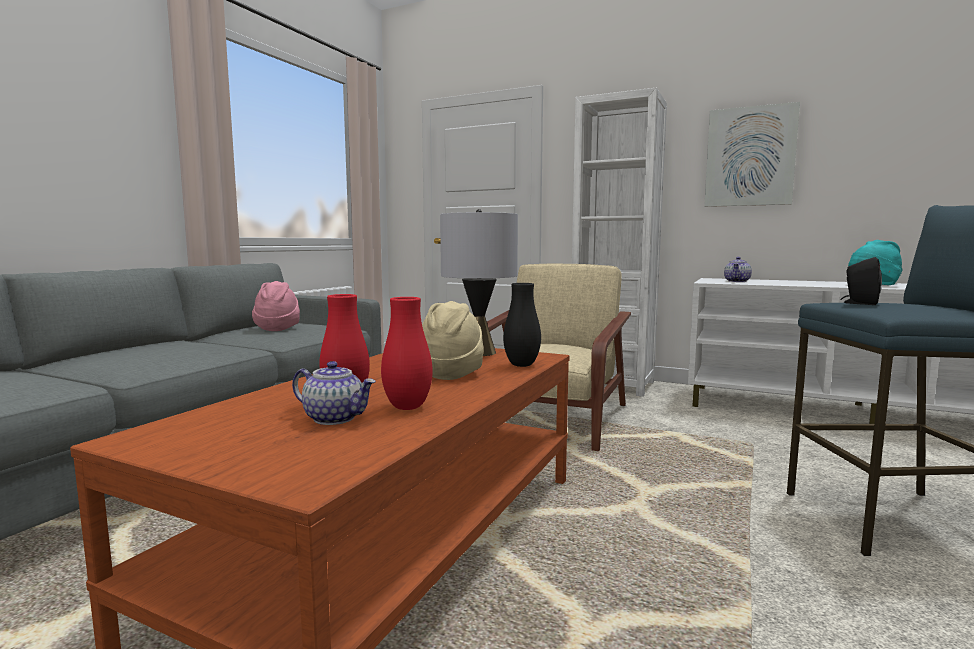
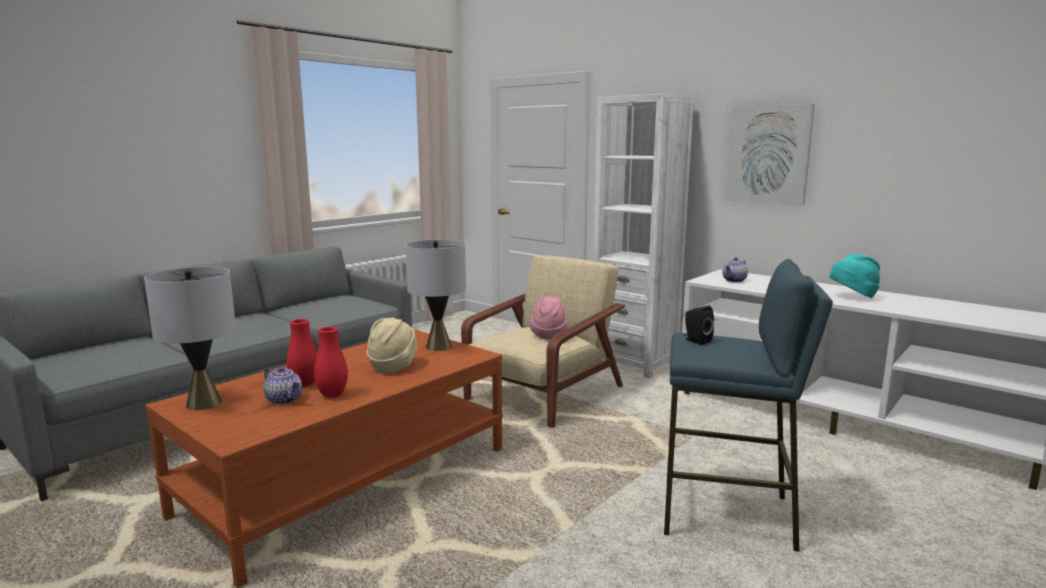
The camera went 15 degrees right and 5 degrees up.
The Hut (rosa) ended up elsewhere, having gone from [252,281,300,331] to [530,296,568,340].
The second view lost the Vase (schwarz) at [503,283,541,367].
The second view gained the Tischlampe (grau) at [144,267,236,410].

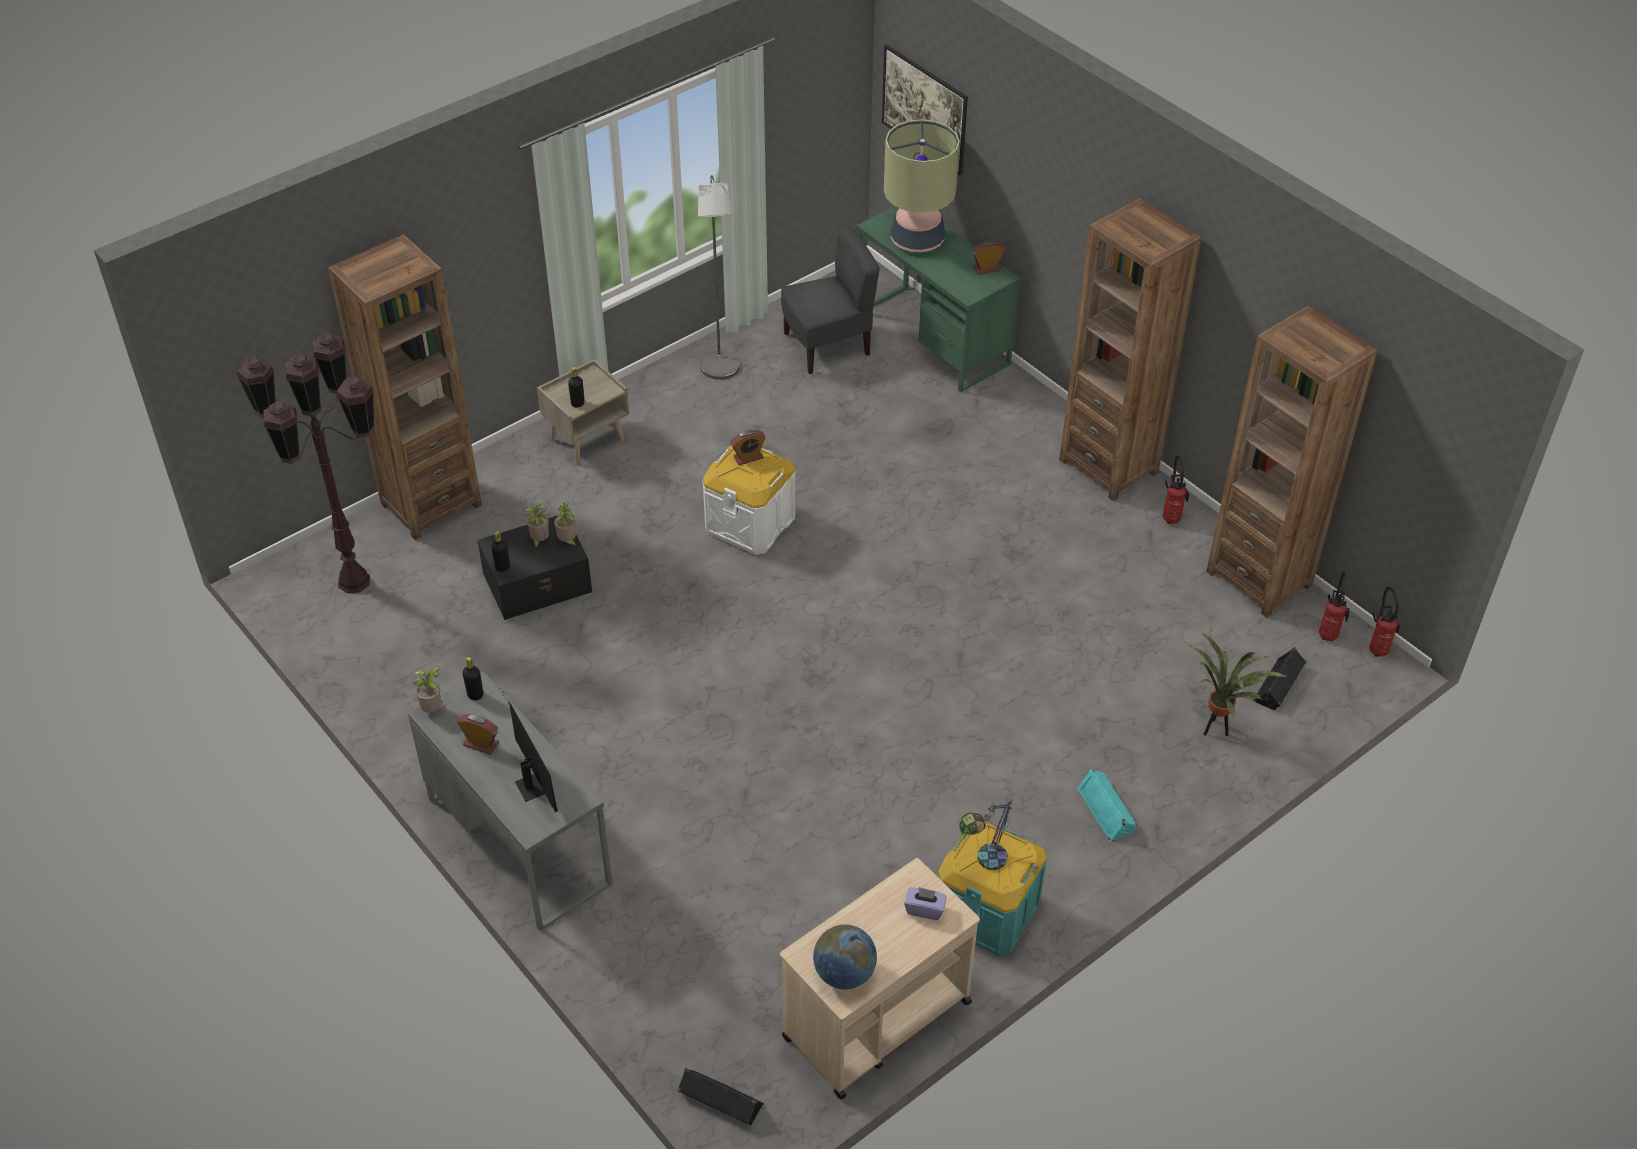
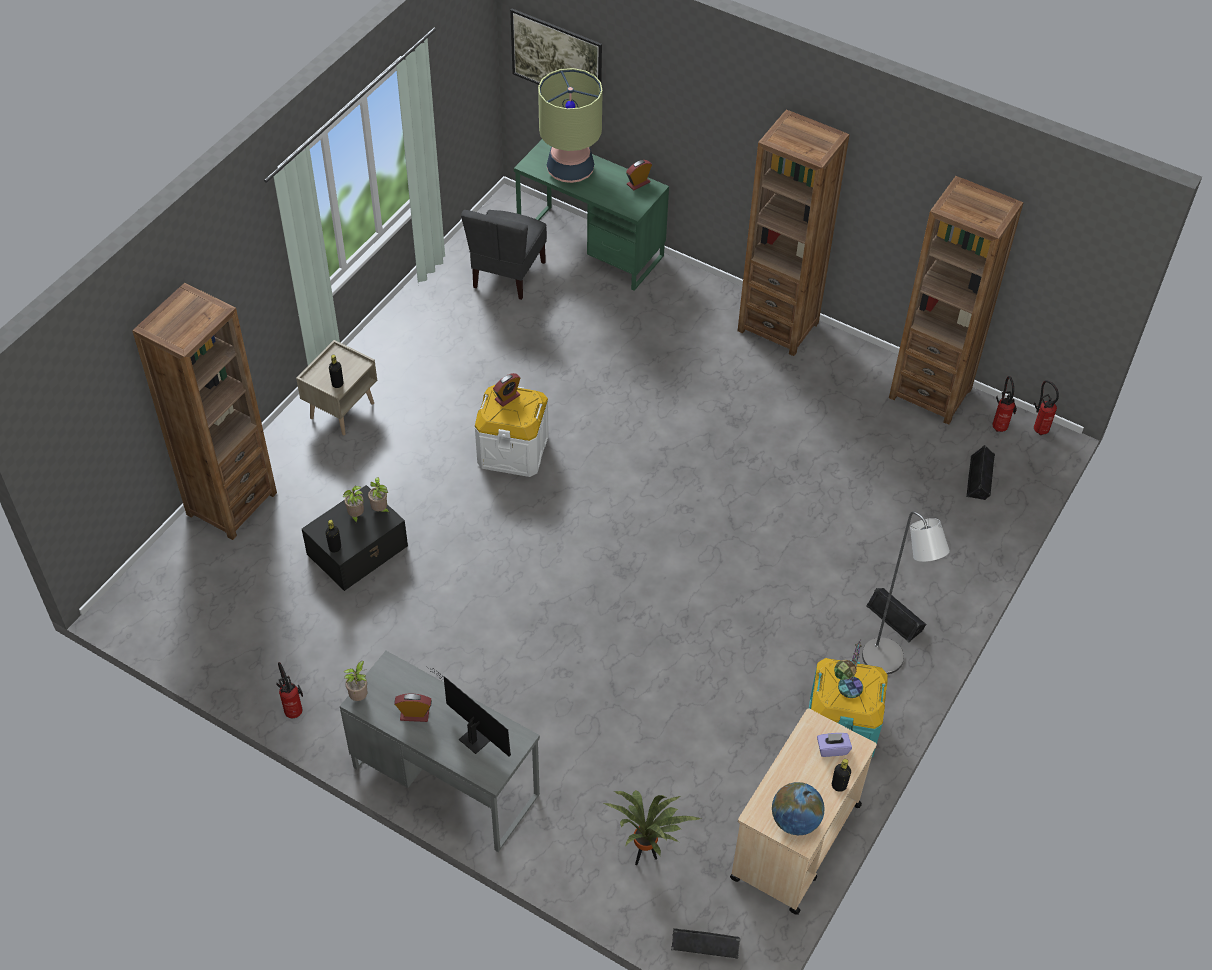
The camera went 20 degrees left and 5 degrees up.
The second view lost the Stehlampe (braun) at [237,333,375,593].
The Flasche (schwarz) ended up elsewhere, having gone from [462,657,483,700] to [832,759,851,792].
The Stehlampe (grau) ended up elsewhere, having gone from [698,175,740,380] to [862,511,950,674].
The Stuhl (grau) at [781,225,880,374] ended up facing another way, 150 degrees clockwise from before.
What was the Lautsprecher (türkis) at [1077,768,1138,842] turned into the Lautsprecher (schwarz) at [866,588,927,642].
The Feuerlöscher ended up elsewhere, having gone from [1163,455,1189,524] to [276,662,303,718].
The Topfpflanze ended up elsewhere, having gone from [1188,633,1287,736] to [604,790,701,865].

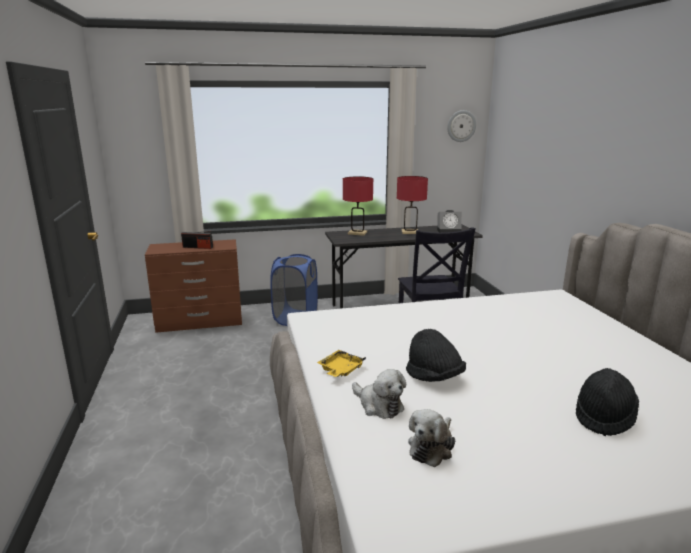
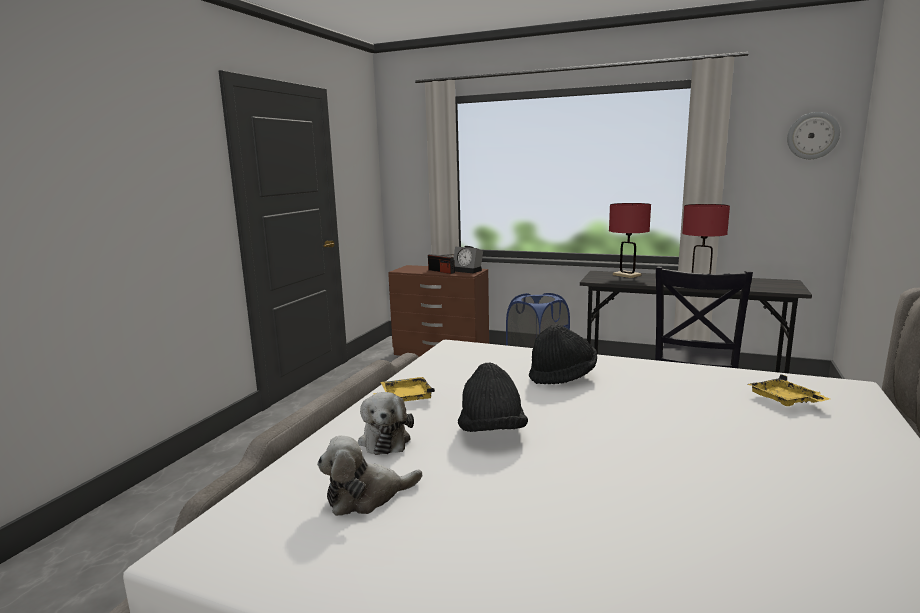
The camera went 35 degrees right and 5 degrees down.
The Wecker ended up elsewhere, having gone from [437,210,462,233] to [454,246,483,273].
The Hut (schwarz) ended up elsewhere, having gone from [576,368,639,436] to [529,324,597,384].
The second view gained the Tablett (gelb) at [748,374,830,406].

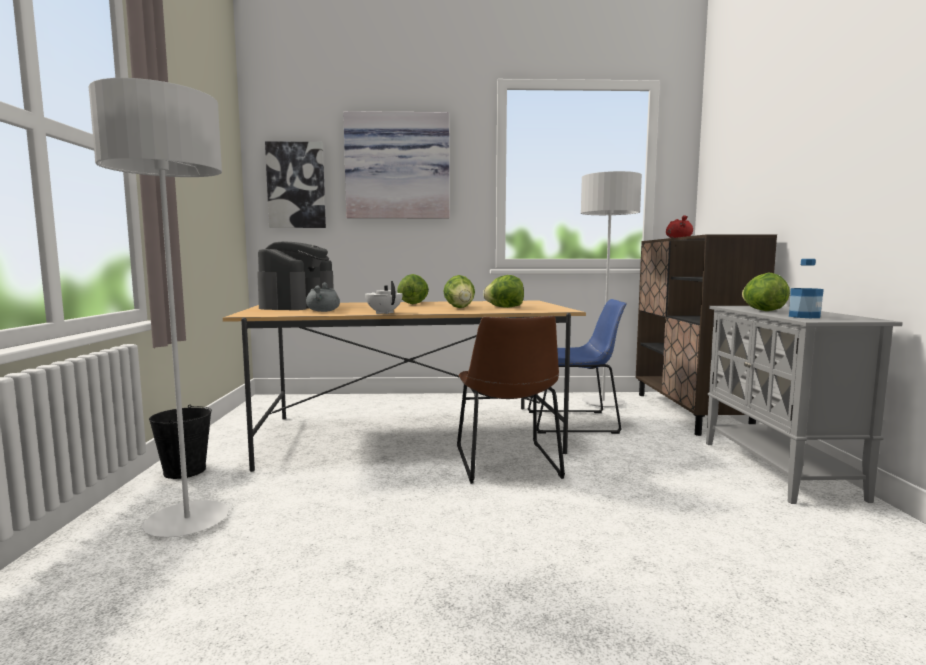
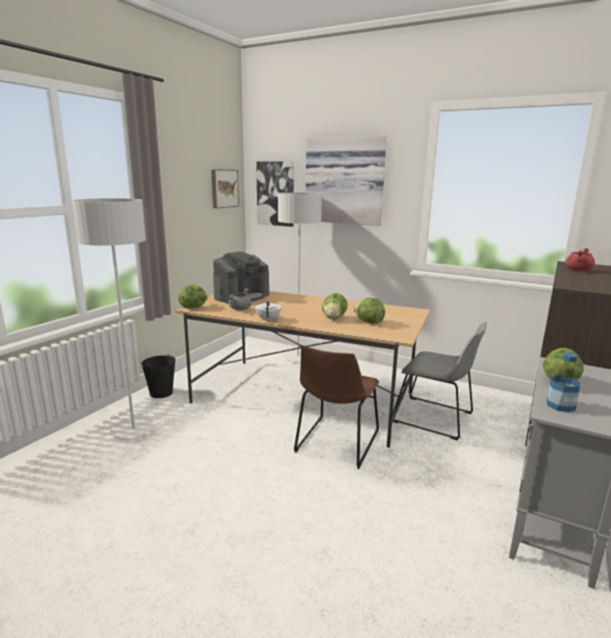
The camera went 30 degrees right and 10 degrees up.
The Salatkopf ended up elsewhere, having gone from [397,274,429,304] to [178,285,208,308].
What was the Stuhl (blau) at [528,299,627,434] turned into the Stuhl (grau) at [393,322,487,440].
The Stehlampe (grau) ended up elsewhere, having gone from [581,171,642,407] to [278,192,322,362].
The second view gained the Bild at [211,169,239,208].

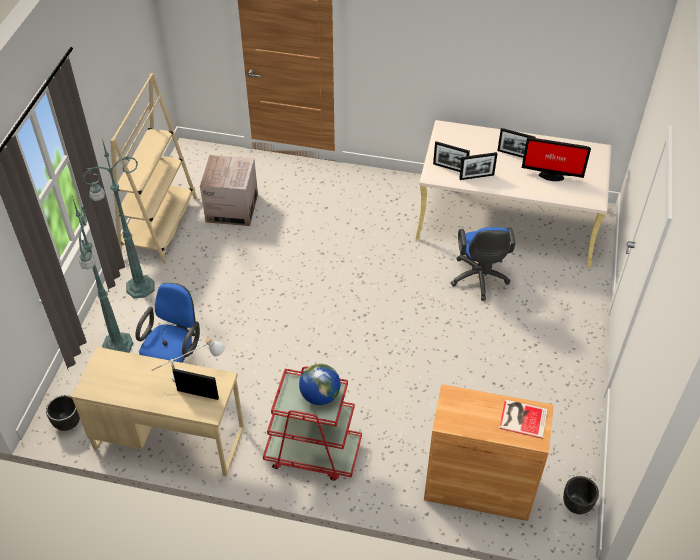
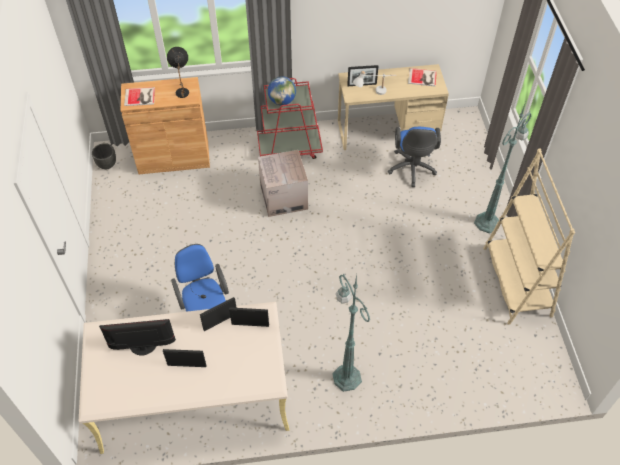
The camera went 160 degrees right and 5 degrees up.
The second view lost the Pflanzkübel (schwarz) at [46,395,80,431].
The Stehlampe (grün) ended up elsewhere, having gone from [72,196,133,353] to [332,274,370,392].
The Karton ended up elsewhere, having gone from [200,155,258,226] to [258,150,308,217].
The second view gained the Tischlampe (schwarz) at [167,47,189,98].
The second view gained the Buch at [408,68,437,87].

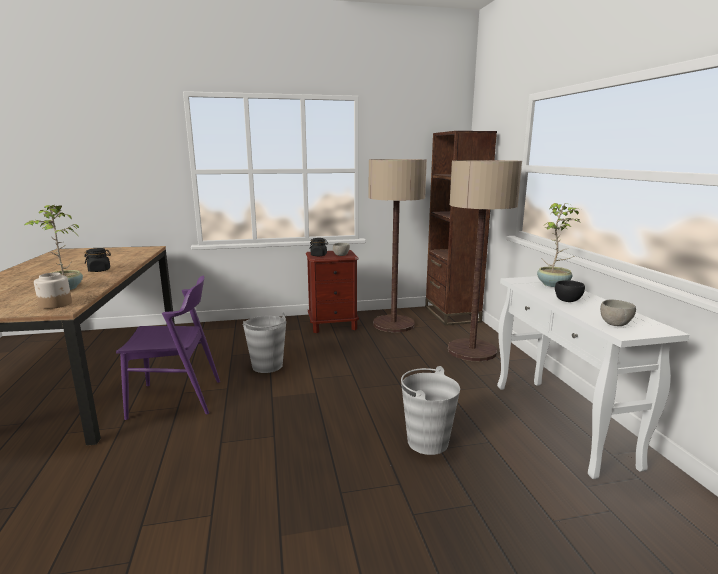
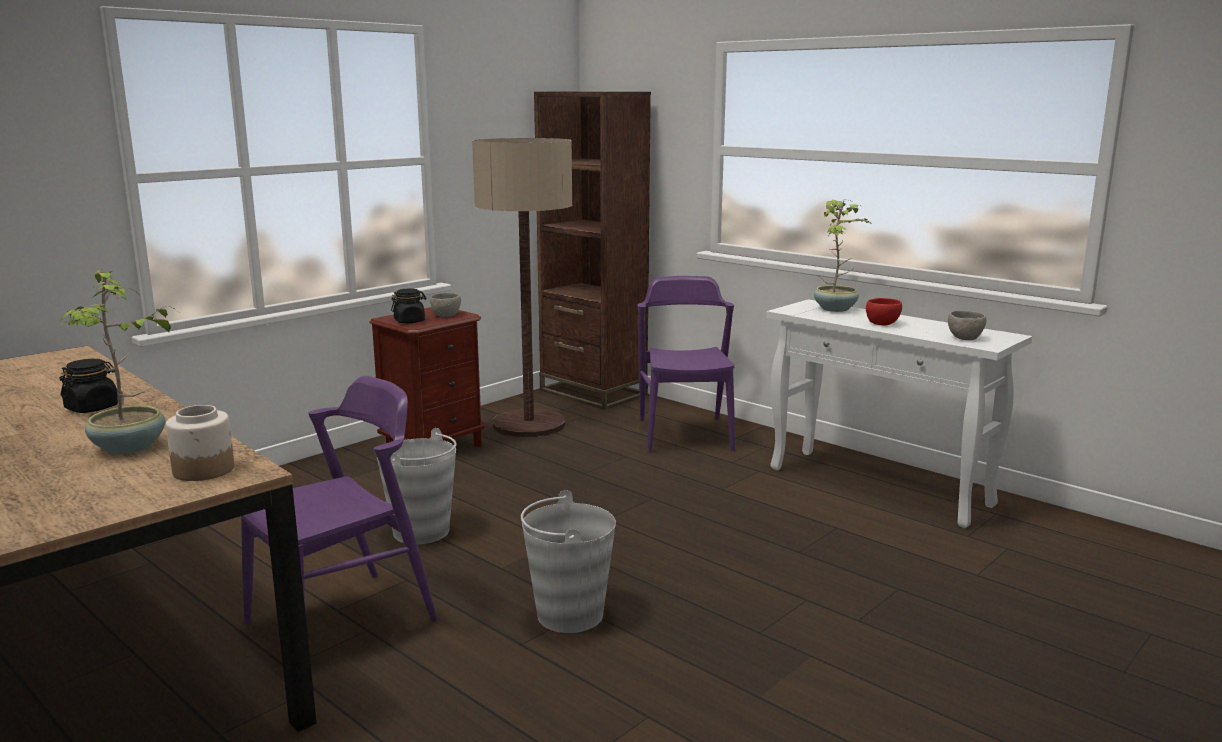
The camera went 35 degrees left and 0 degrees up.
The Eimer (grau) ended up elsewhere, having gone from [401,366,460,455] to [521,490,616,633].
Where the Stehlampe stood at [448,160,522,361], the Stuhl (lila) came to stand at [638,276,735,453].
What was the Schüssel (schwarz) at [555,280,585,302] turned into the Schüssel (rot) at [866,298,902,325].

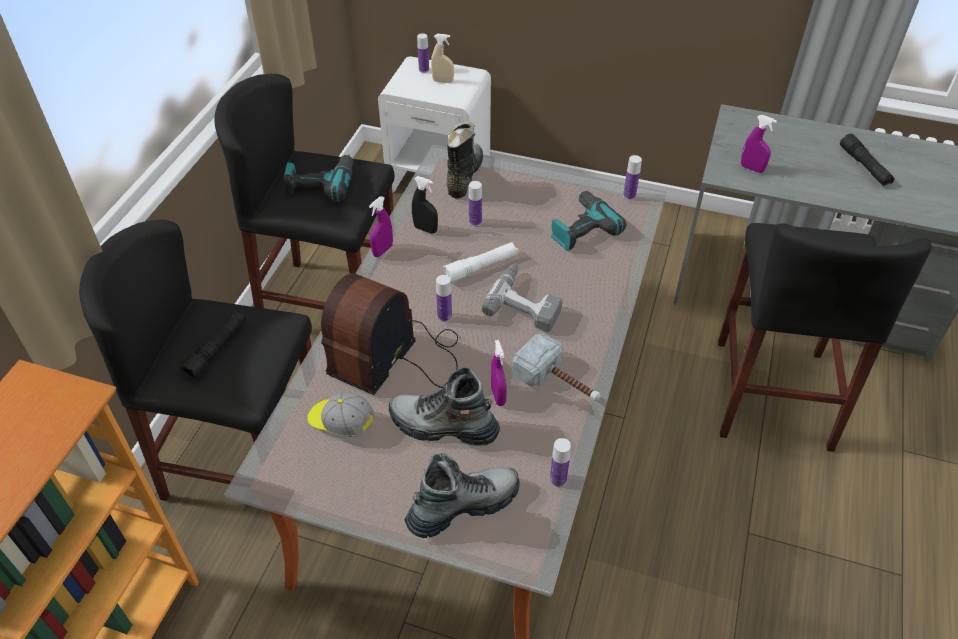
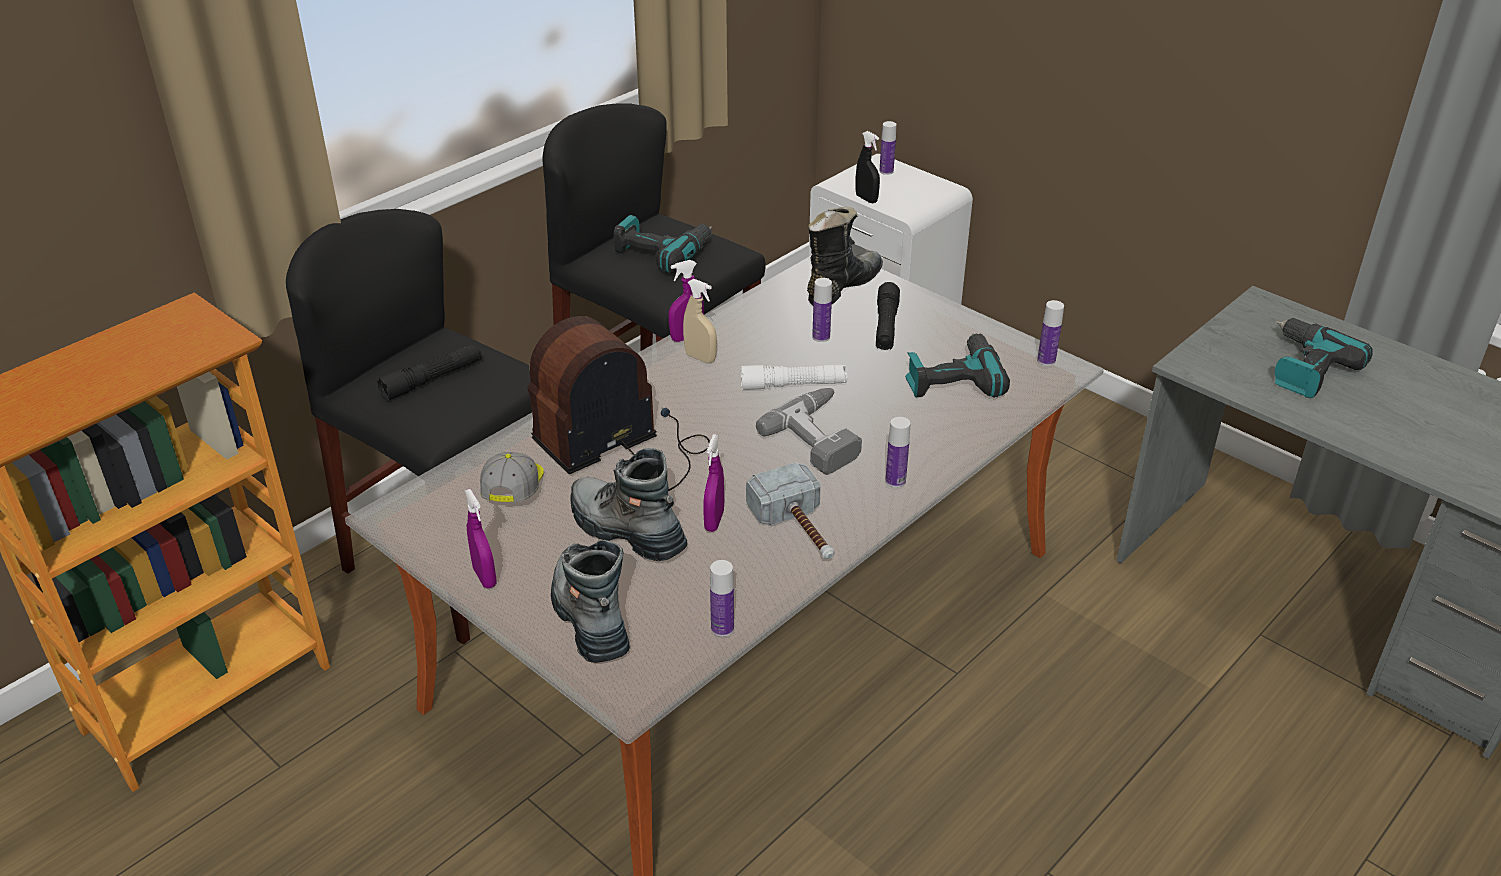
The camera went 25 degrees right and 10 degrees down.
The Kappe at [307,392,374,437] ended up facing another way, 45 degrees clockwise from before.
The Stiefel at [405,453,520,538] ended up facing another way, 105 degrees counterclockwise from before.
The Sprühflasche (schwarz) ended up elsewhere, having gone from [412,176,438,234] to [855,131,880,203].
The Sprühflasche (beige) ended up elsewhere, having gone from [431,34,454,83] to [683,279,717,363].
The Flasche ended up elsewhere, having gone from [436,275,452,322] to [885,417,910,488].
The second view lost the Hocker (schwarz) at [718,223,932,452].
The Sprühflasche (lila) ended up elsewhere, having gone from [741,115,777,173] to [465,489,497,588].
The Taschenlampe (schwarz) ended up elsewhere, having gone from [840,134,894,186] to [876,282,900,350].
The second view gained the Bohrmaschine at [1275,318,1373,398].

